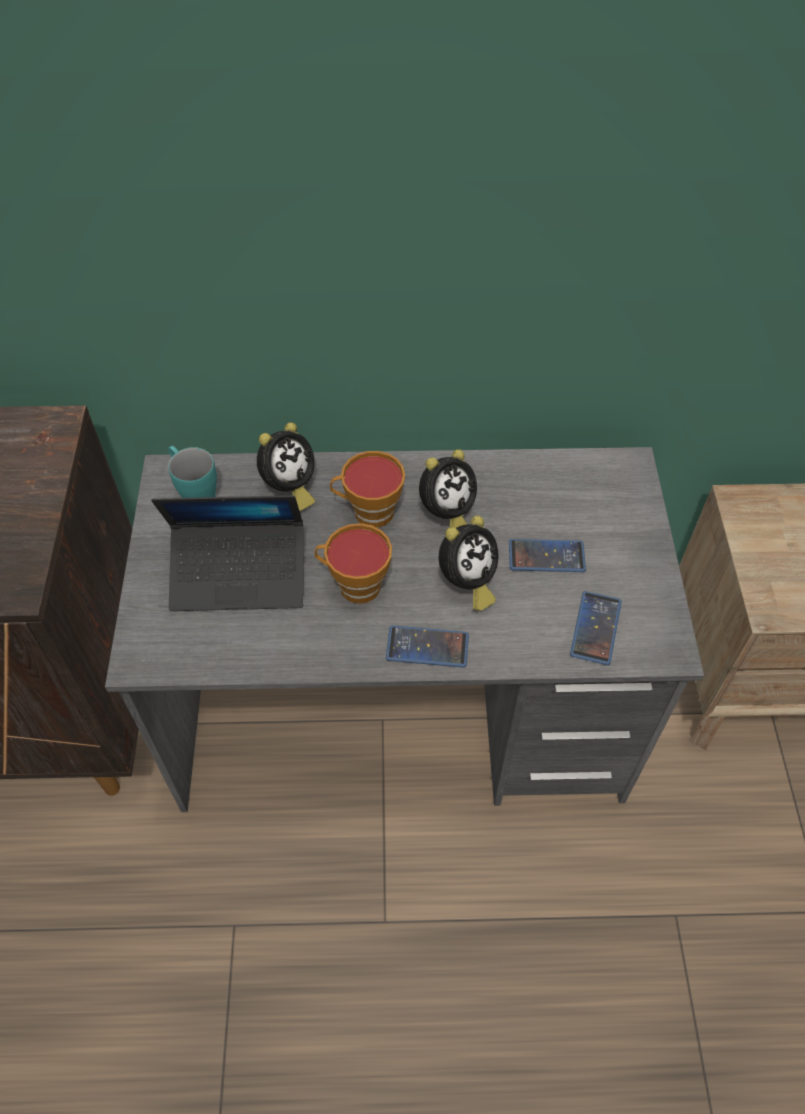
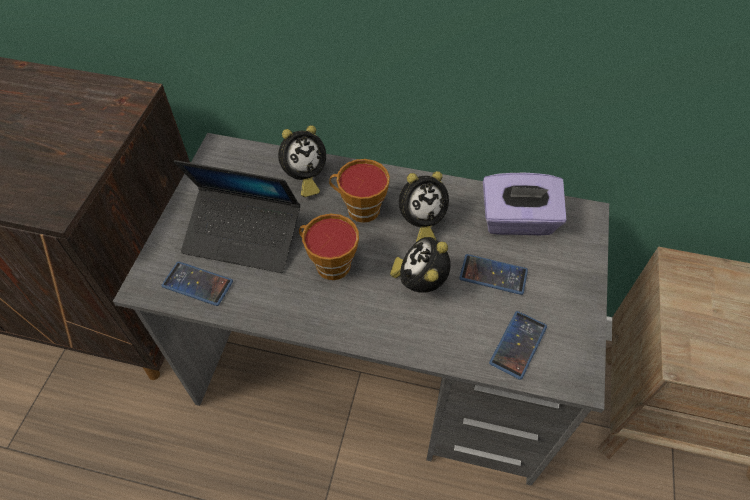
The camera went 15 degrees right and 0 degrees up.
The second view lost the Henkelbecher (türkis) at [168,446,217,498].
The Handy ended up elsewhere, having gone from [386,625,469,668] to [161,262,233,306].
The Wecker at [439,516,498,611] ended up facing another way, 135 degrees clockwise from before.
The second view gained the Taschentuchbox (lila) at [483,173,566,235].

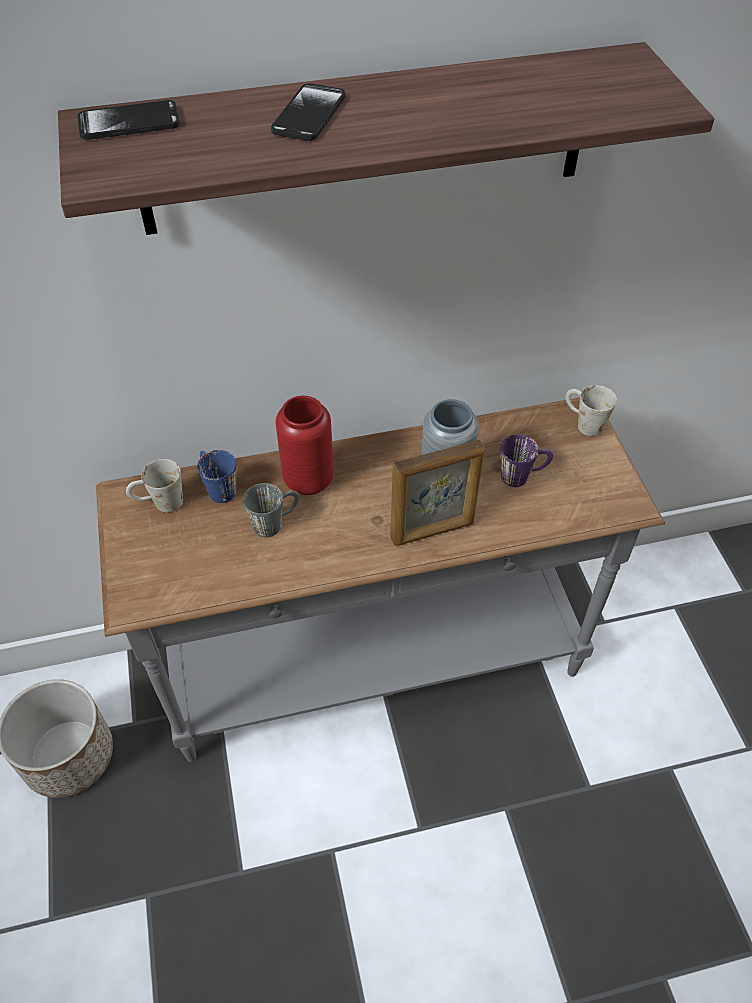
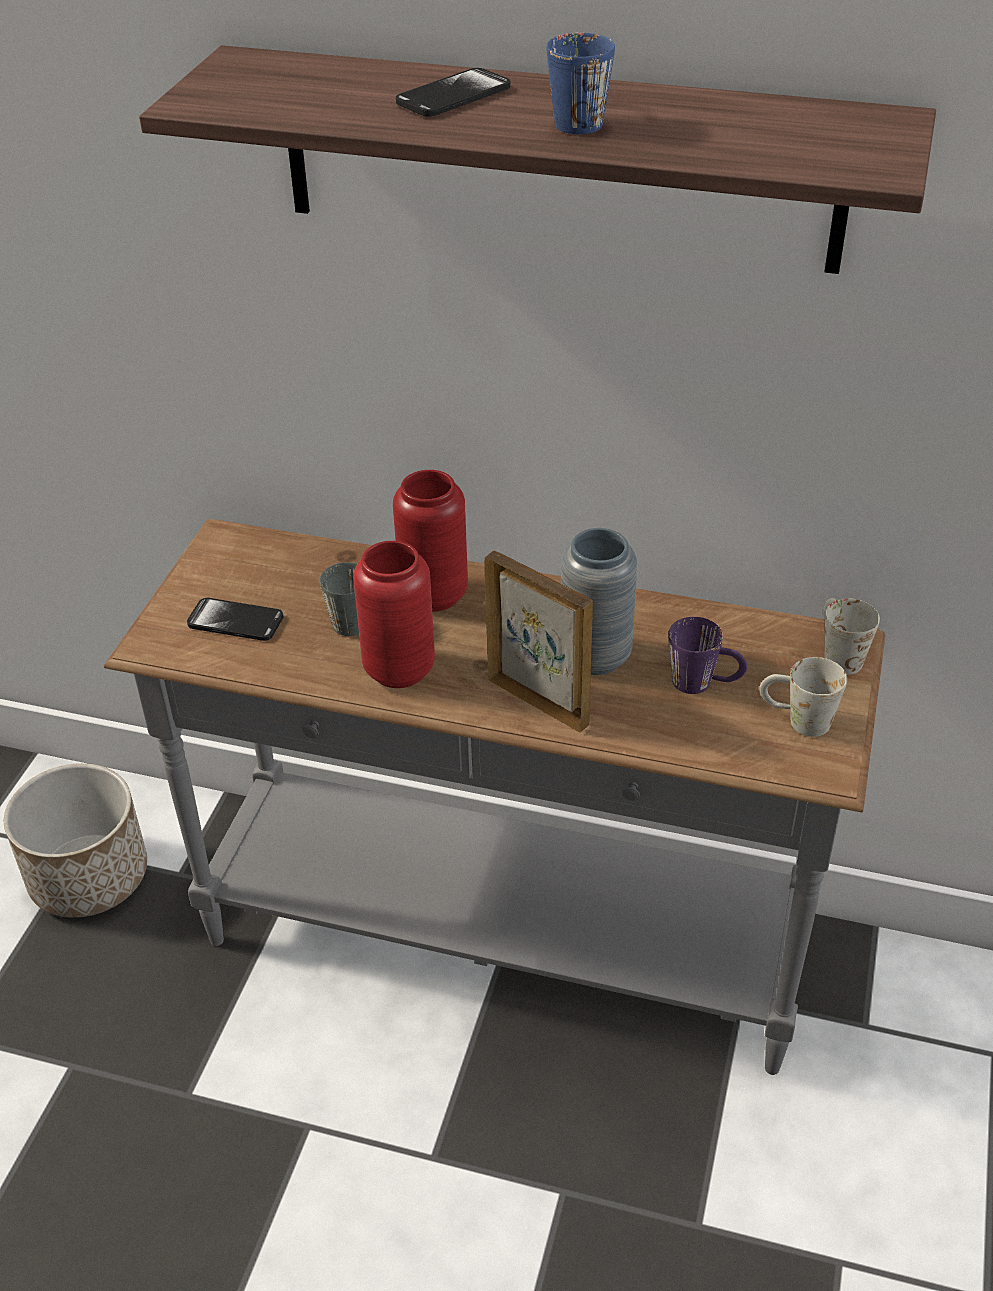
The camera went 30 degrees right and 10 degrees down.
The Handy ended up elsewhere, having gone from [78,100,180,140] to [187,598,283,641].
The Henkelbecher (weiß) ended up elsewhere, having gone from [126,459,183,513] to [759,657,847,737].
The Henkelbecher (blau) ended up elsewhere, having gone from [197,450,236,503] to [546,33,615,134].
The Bilderrahmen at [390,440,485,546] ended up facing another way, 150 degrees counterclockwise from before.
The second view gained the Vase (rot) at [353,541,435,688].

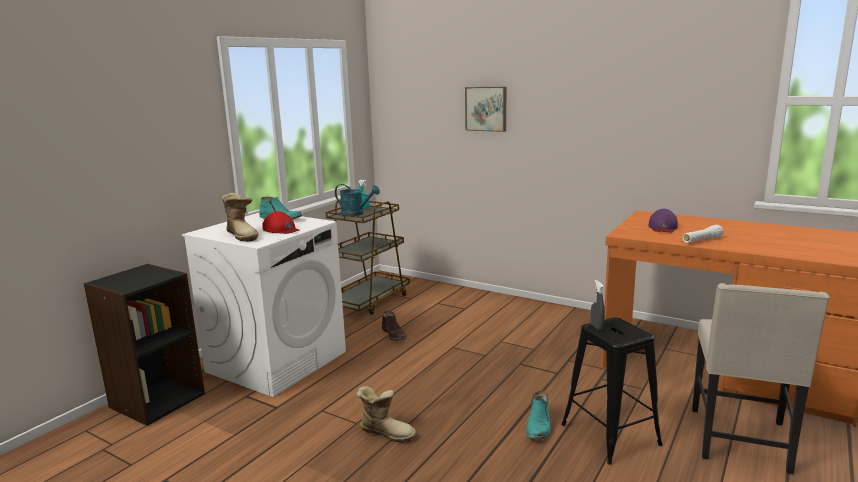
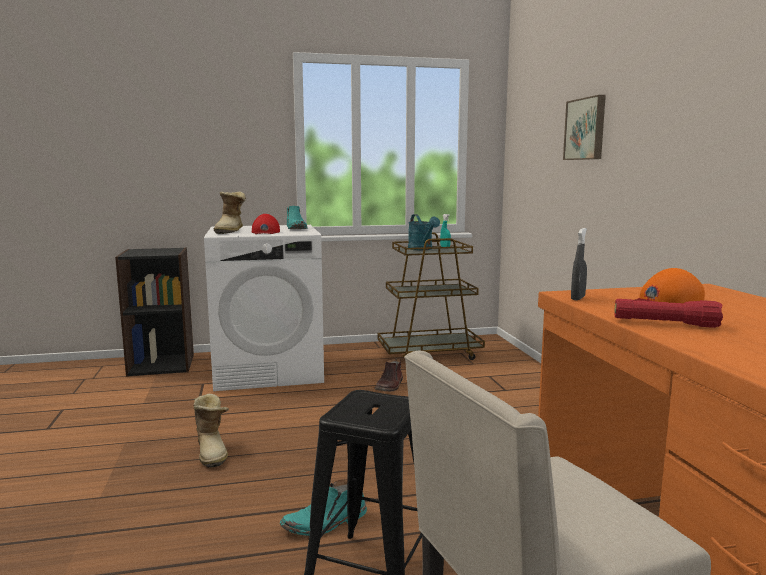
The camera went 45 degrees right and 5 degrees down.
The Sprühflasche (grau) ended up elsewhere, having gone from [591,280,605,330] to [571,228,587,300].
What was the Kappe (lila) at [648,209,678,232] turned into the Kappe (orange) at [633,268,705,303].
What was the Taschenlampe (weiß) at [683,225,724,243] turned into the Taschenlampe (rot) at [615,299,723,328].

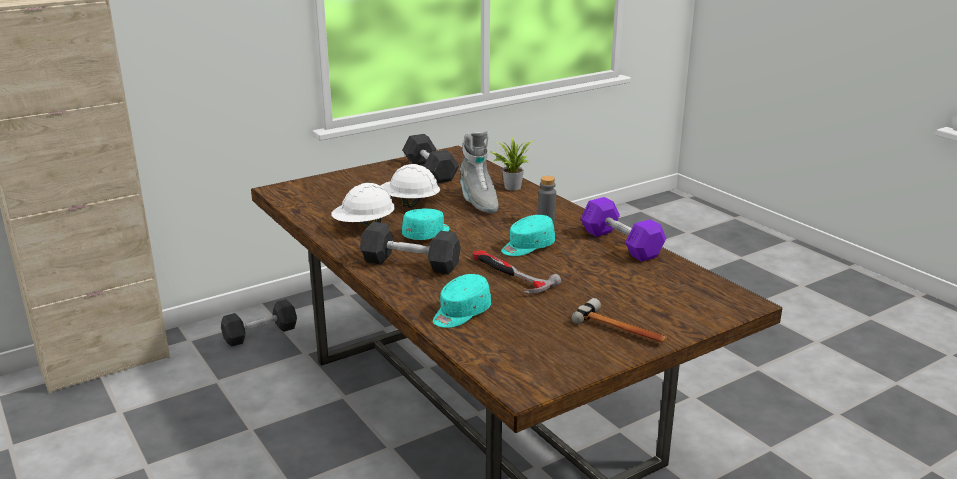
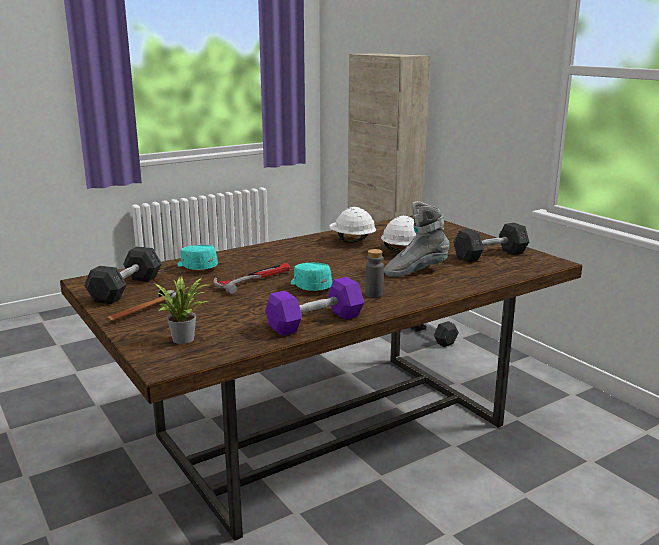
The camera went 90 degrees right and 5 degrees down.
The Hantel (grau) ended up elsewhere, having gone from [360,222,461,275] to [84,246,162,304].
The second view lost the Kappe (türkis) at [402,209,449,240].
The Topfpflanze ended up elsewhere, having gone from [490,138,536,191] to [155,277,211,344].

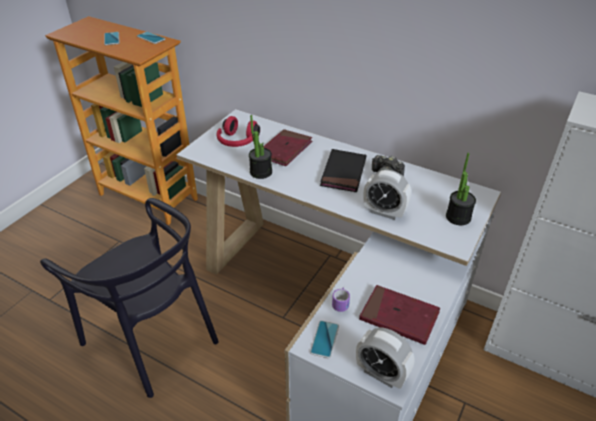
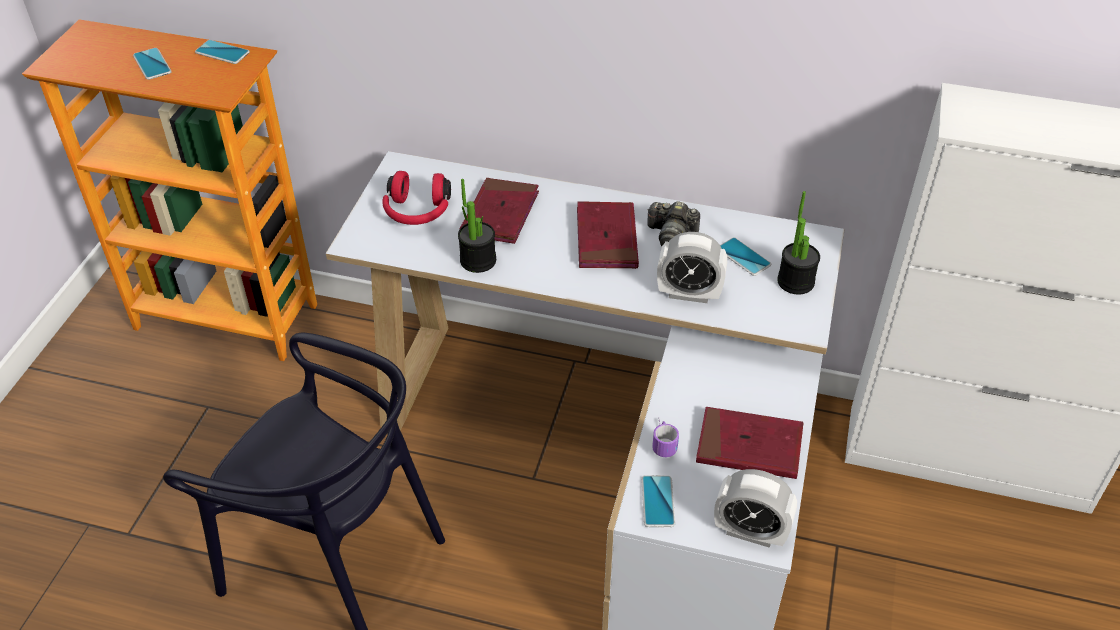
The camera went 15 degrees left and 5 degrees up.
What was the Buch (schwarz) at [320,149,366,192] turned into the Buch (rot) at [577,201,639,269].
The second view gained the Handy at [720,237,771,276].

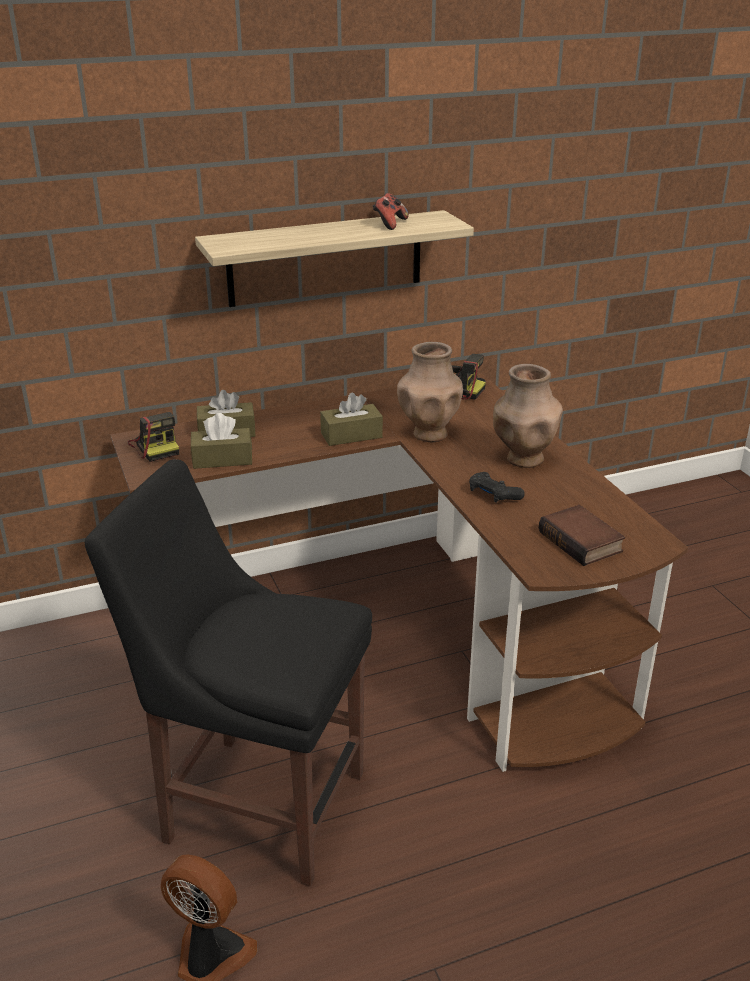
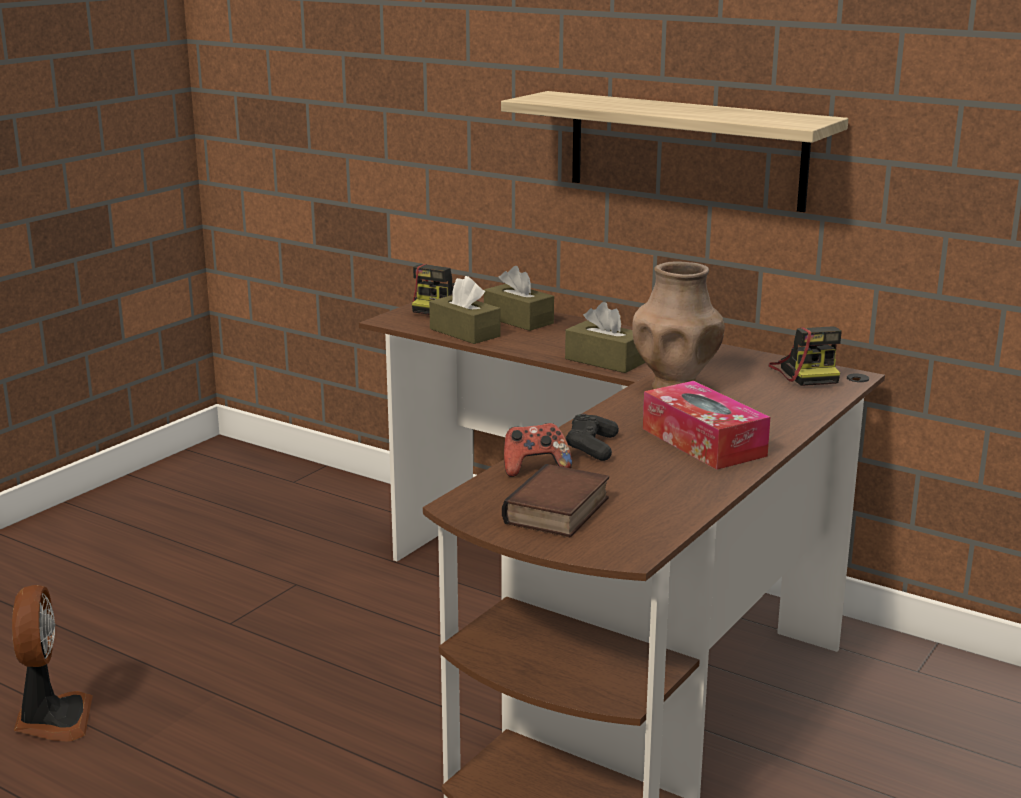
The camera went 55 degrees right and 10 degrees down.
The second view lost the Stuhl (schwarz) at [85,459,372,887].
The Gamepad ended up elsewhere, having gone from [373,193,409,230] to [504,423,572,477].
Where the Vase (braun) stood at [493,364,563,468], the Taschentuchbox came to stand at [643,381,770,470].

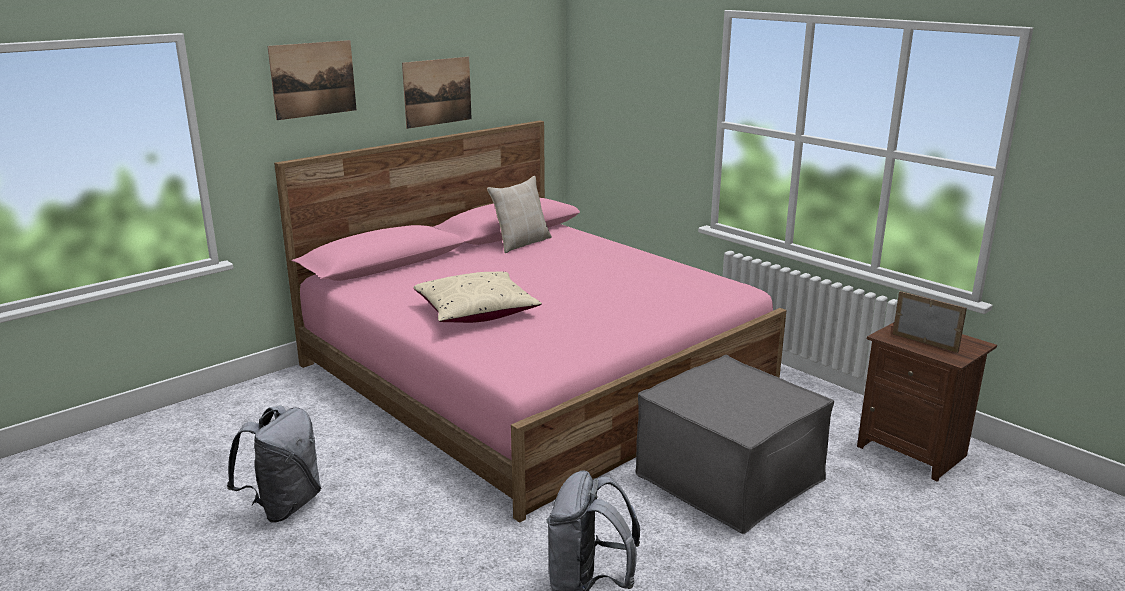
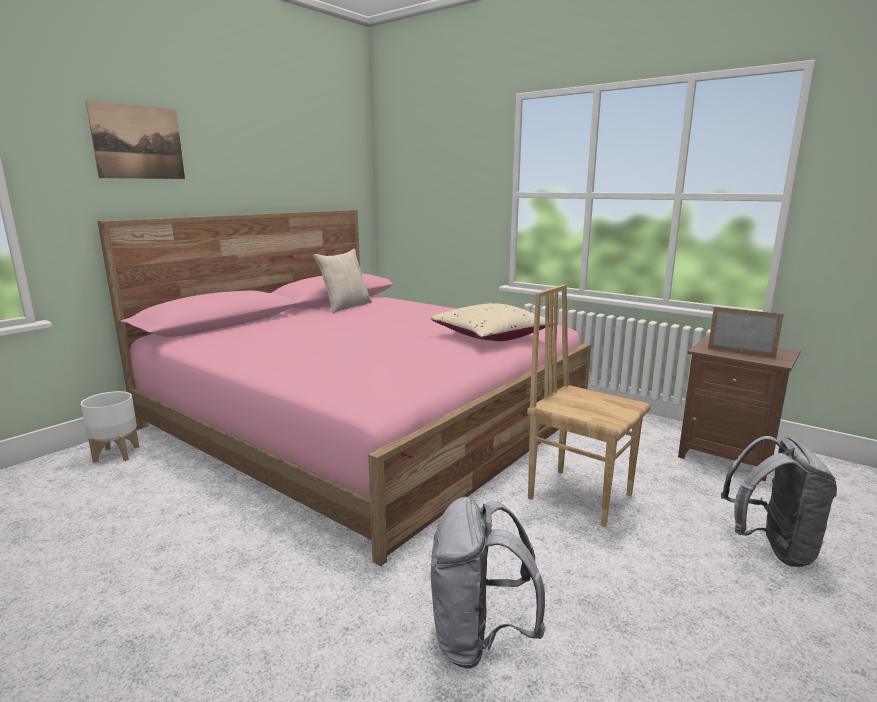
The camera went 10 degrees left and 5 degrees down.
The Rucksack (grau) ended up elsewhere, having gone from [227,405,321,522] to [721,436,837,567].
The second view lost the Bild at [402,57,472,129].
The Kissen (beige) ended up elsewhere, having gone from [413,272,542,323] to [430,303,554,341].
Where the Polsterhocker (grau) stood at [636,355,834,534], the Stuhl (braun) came to stand at [527,284,651,527].
The second view gained the Pflanzkübel (weiß) at [81,391,139,463].

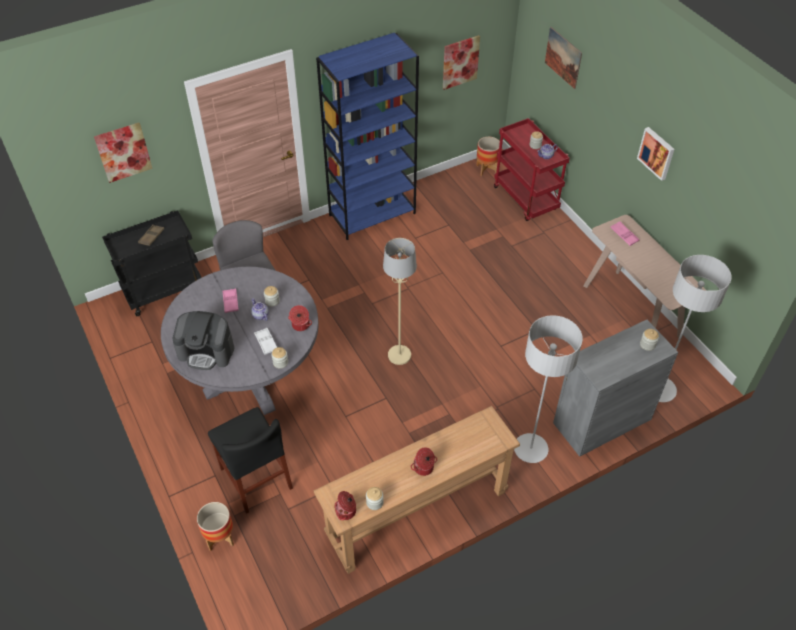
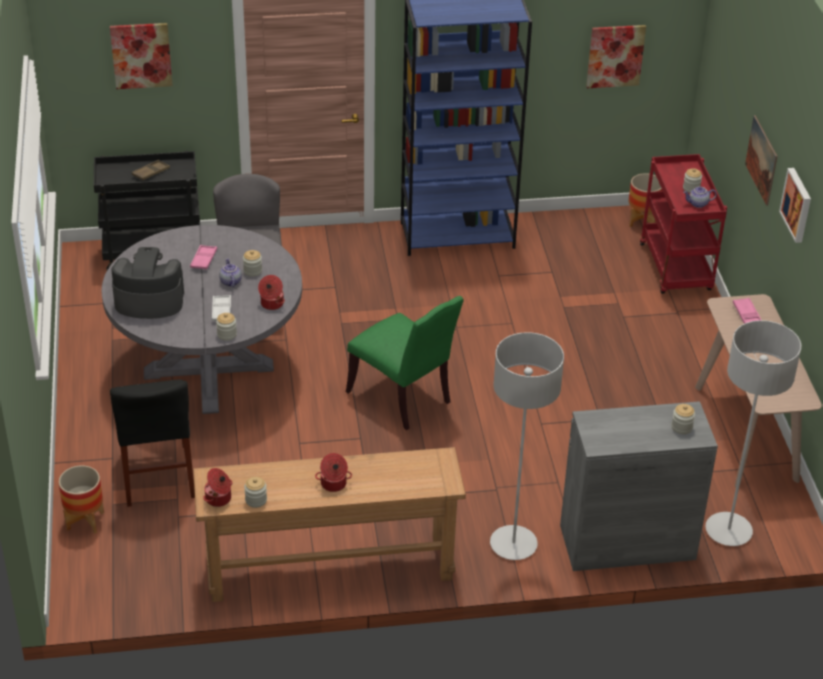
The camera went 20 degrees right and 10 degrees down.
The Kaffeemaschine at [172,311,234,370] ended up facing another way, 150 degrees clockwise from before.
Where the Stehlampe (beige) stood at [383,238,417,365], the Stuhl (grün) came to stand at [346,296,464,430].
The Bild ended up elsewhere, having gone from [545,27,582,89] to [745,115,777,206].

